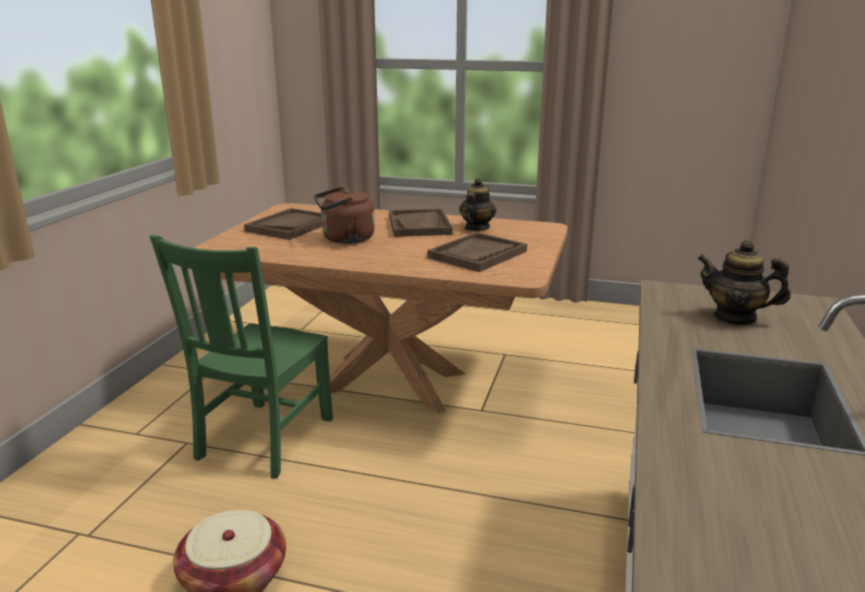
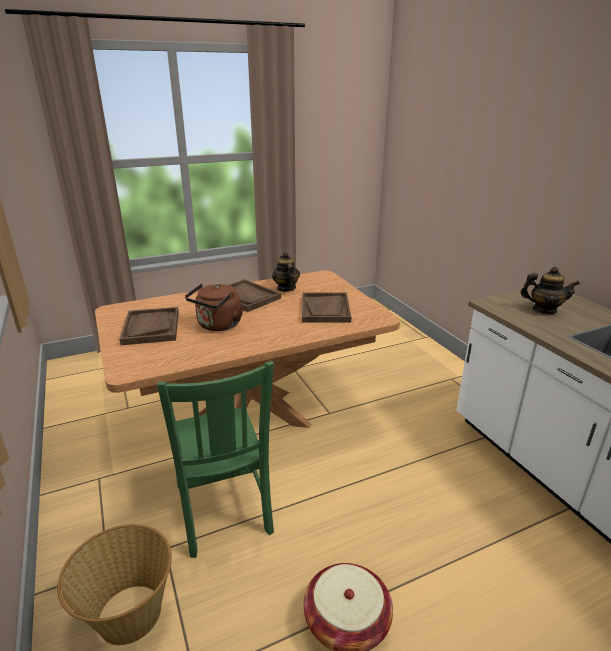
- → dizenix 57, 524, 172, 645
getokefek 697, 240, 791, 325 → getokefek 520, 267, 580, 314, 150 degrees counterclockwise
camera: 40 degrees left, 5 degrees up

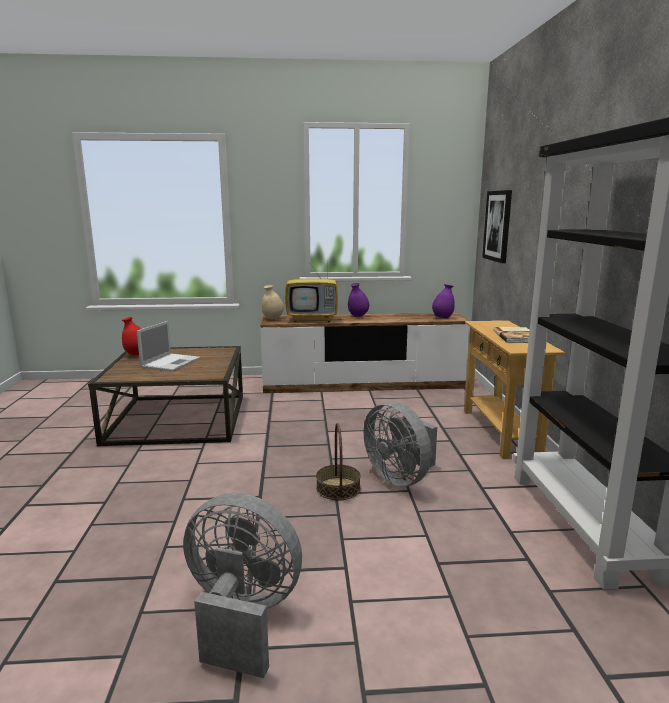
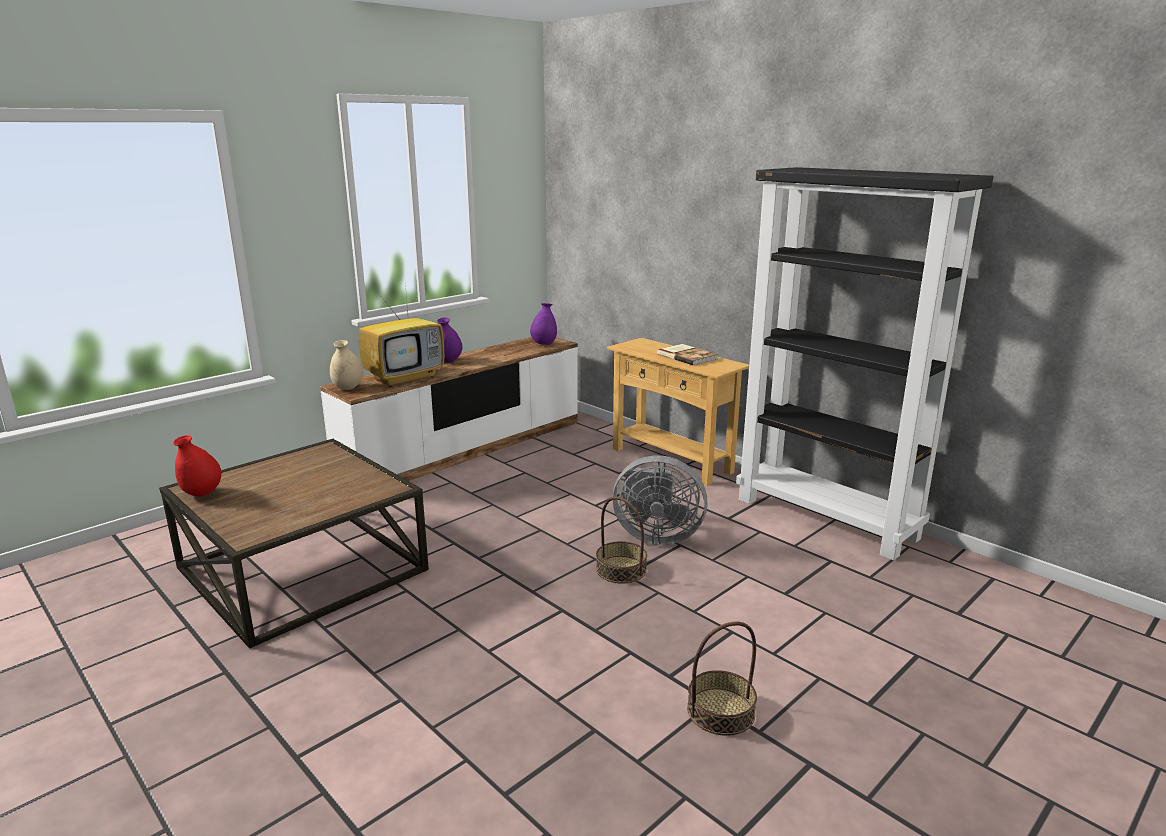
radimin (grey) 183, 493, 302, 678 → dizenix 687, 622, 757, 736
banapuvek 137, 321, 200, 372 → -
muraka 482, 190, 512, 263 → -
camera: 40 degrees left, 5 degrees up

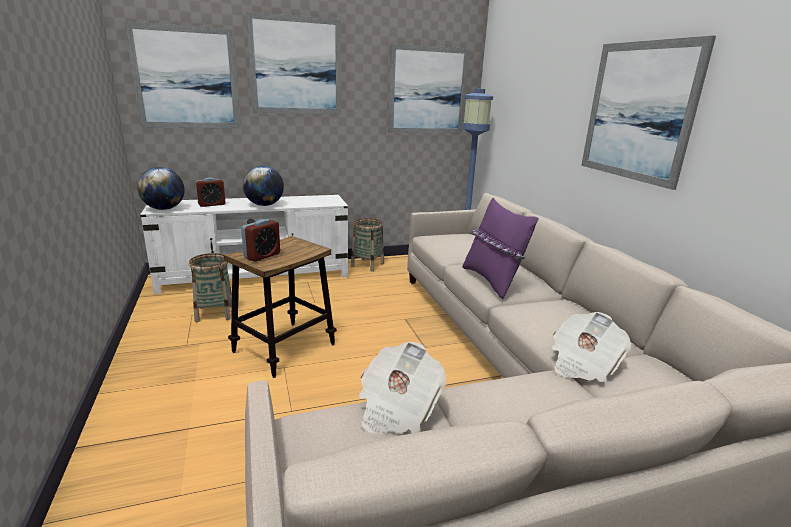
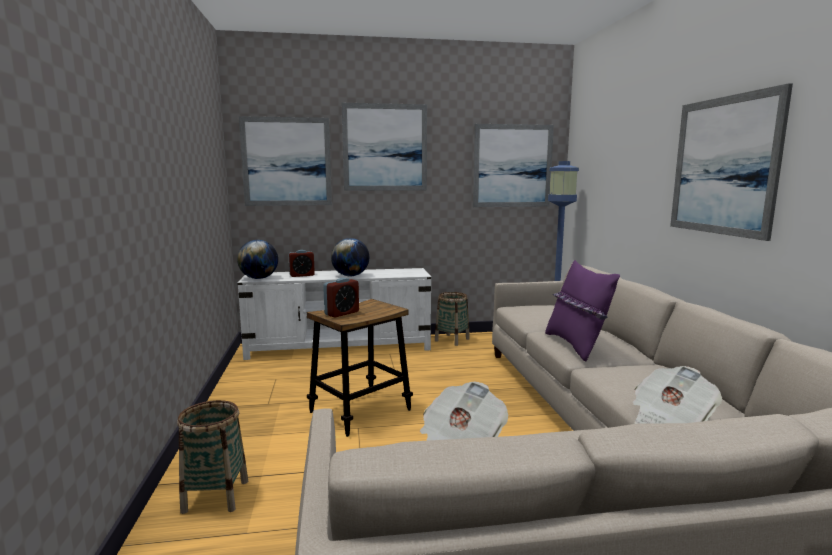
dizenix 189, 253, 232, 322 → dizenix 177, 400, 248, 514, relocated
camera: 10 degrees right, 10 degrees down

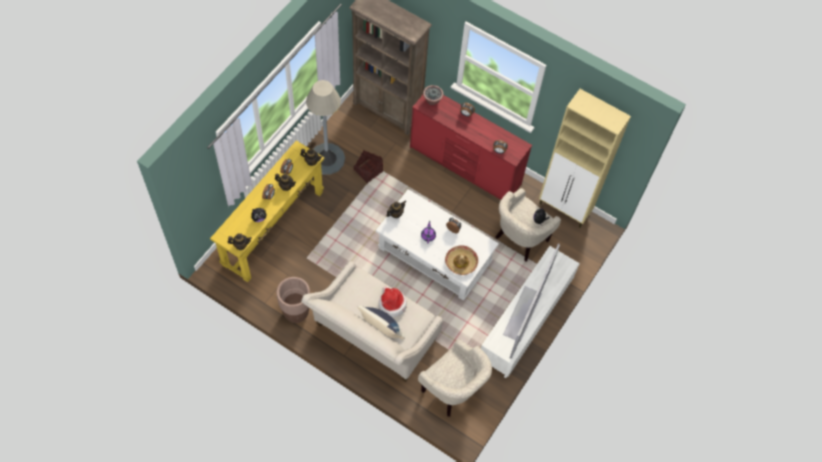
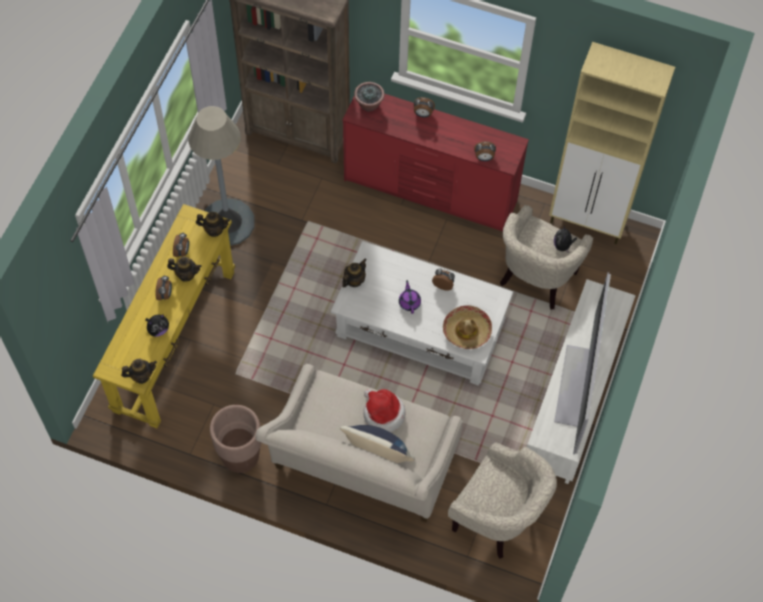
dizenix 354, 150, 383, 184 → -
camera: 10 degrees left, 0 degrees up

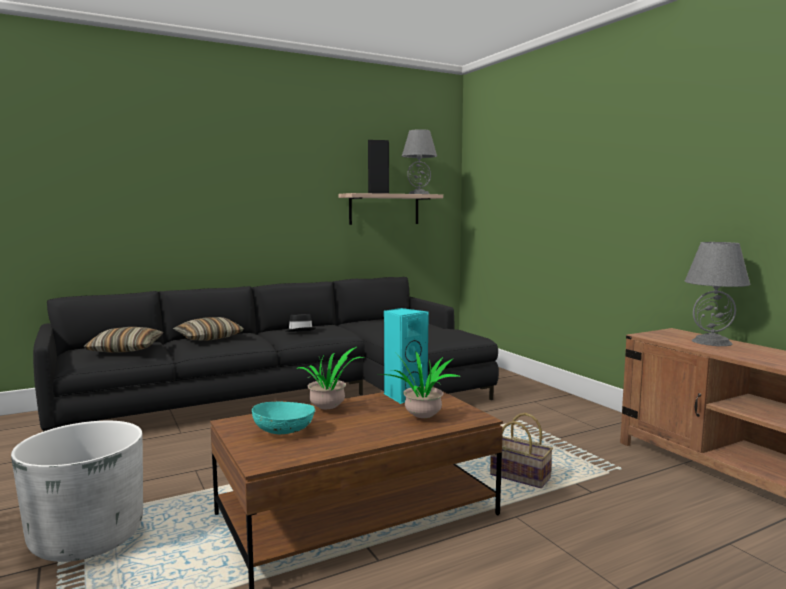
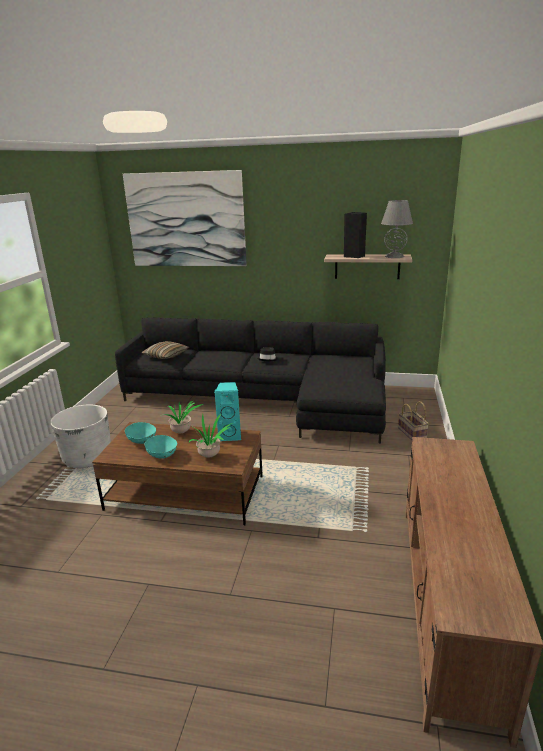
- → muraka 123, 170, 247, 266
- → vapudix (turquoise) 145, 435, 177, 459
dizenix 490, 413, 553, 488 → dizenix 398, 401, 429, 440, relocated
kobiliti 173, 317, 244, 341 → -
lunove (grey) 685, 242, 750, 346 → -
camera: 40 degrees right, 15 degrees up

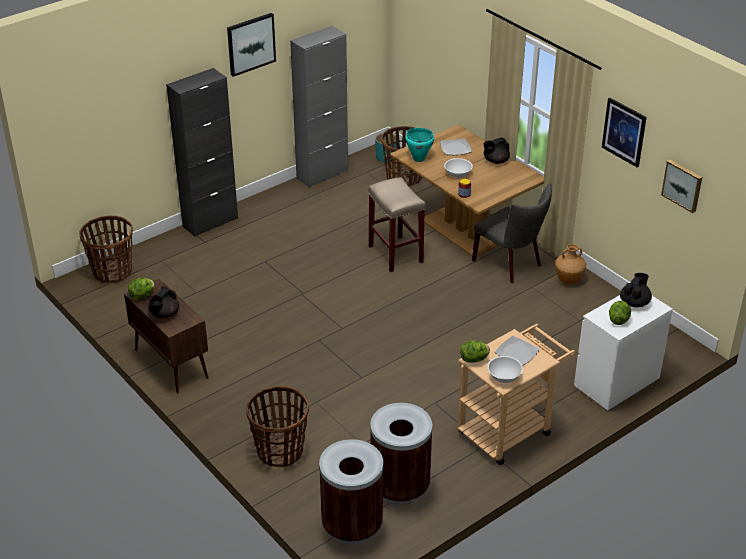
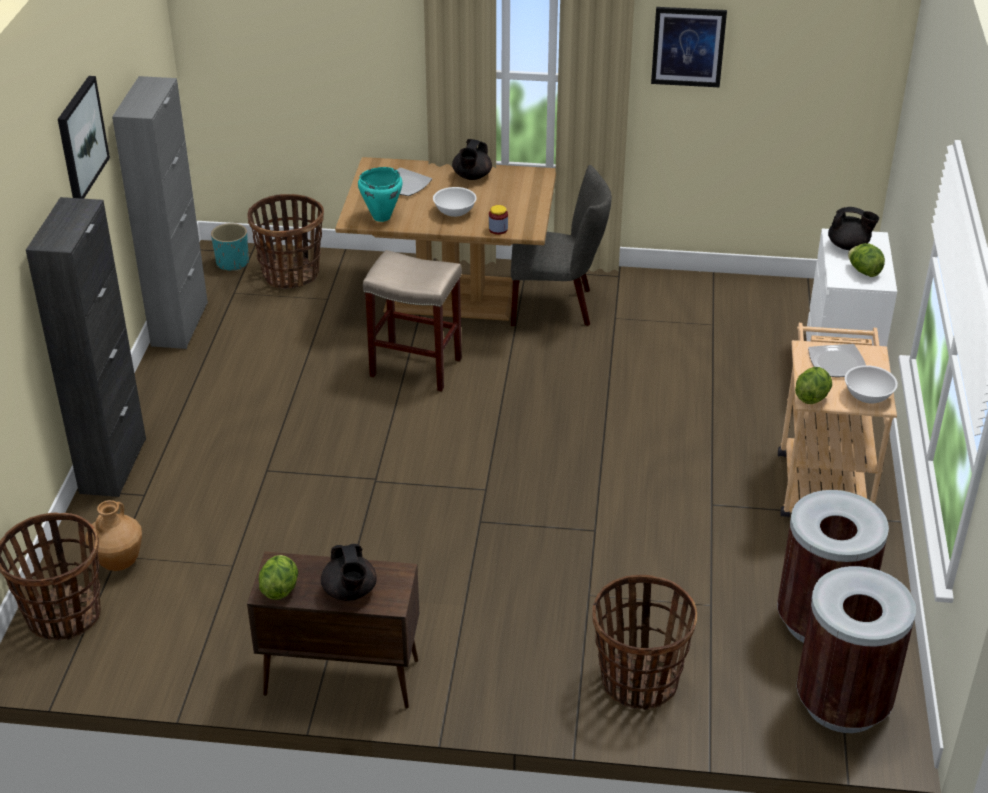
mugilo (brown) 555, 244, 586, 285 → mugilo (brown) 86, 500, 142, 571, relocated
getokefek (black) 620, 273, 652, 308 → getokefek (black) 828, 207, 879, 250, 120 degrees clockwise
muraka 661, 160, 702, 213 → -
camera: 45 degrees left, 0 degrees up

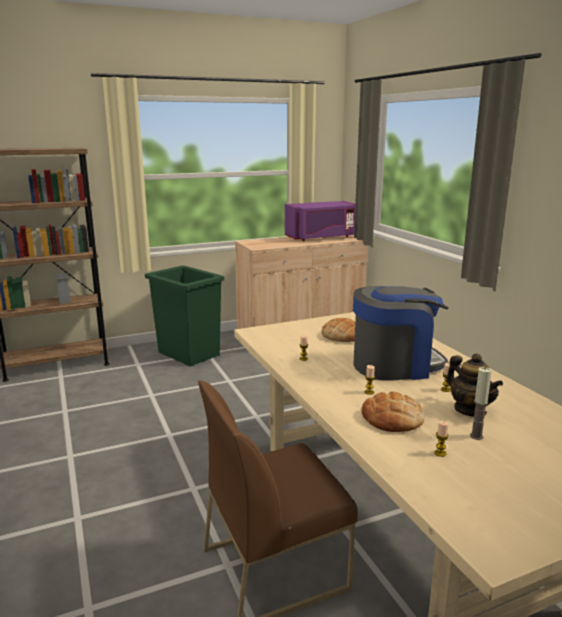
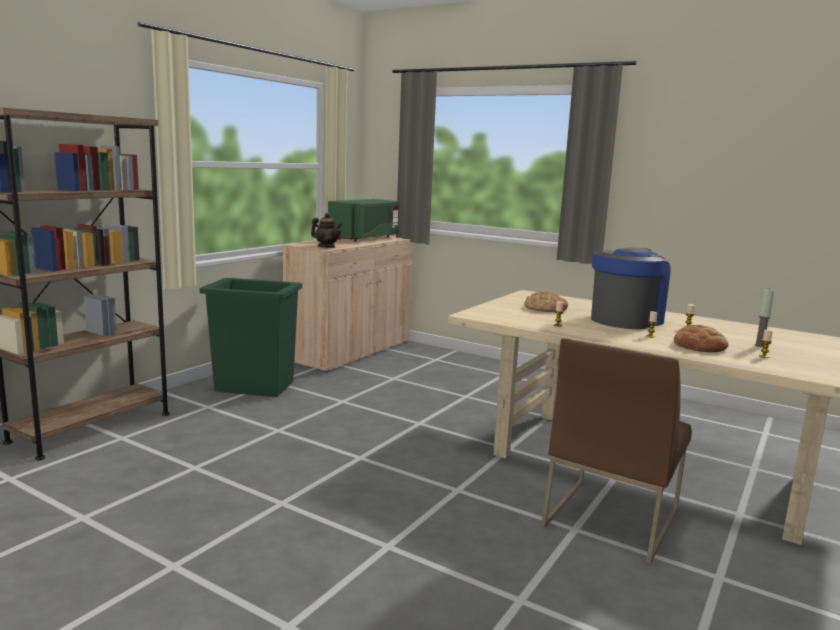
getokefek 447, 353, 503, 417 → getokefek 311, 213, 343, 248, relocated
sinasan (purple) 285, 201, 356, 241 → sinasan (green) 328, 199, 400, 242
camera: 35 degrees left, 5 degrees down

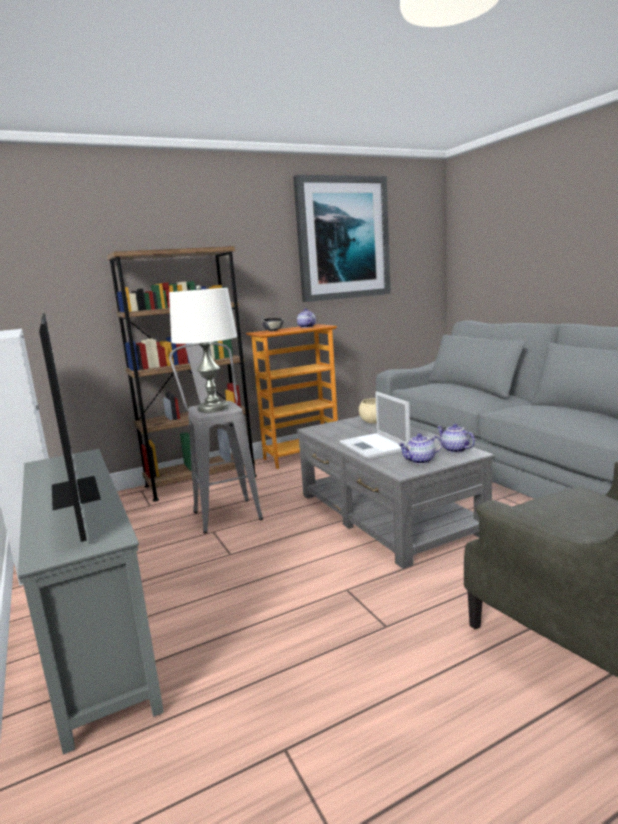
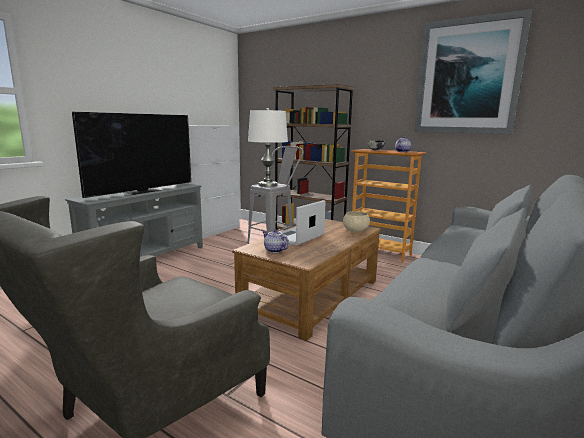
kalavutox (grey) 296, 416, 495, 569 → kalavutox (brown) 232, 219, 381, 341
getokefek 438, 424, 475, 453 → -
camera: 60 degrees right, 0 degrees up

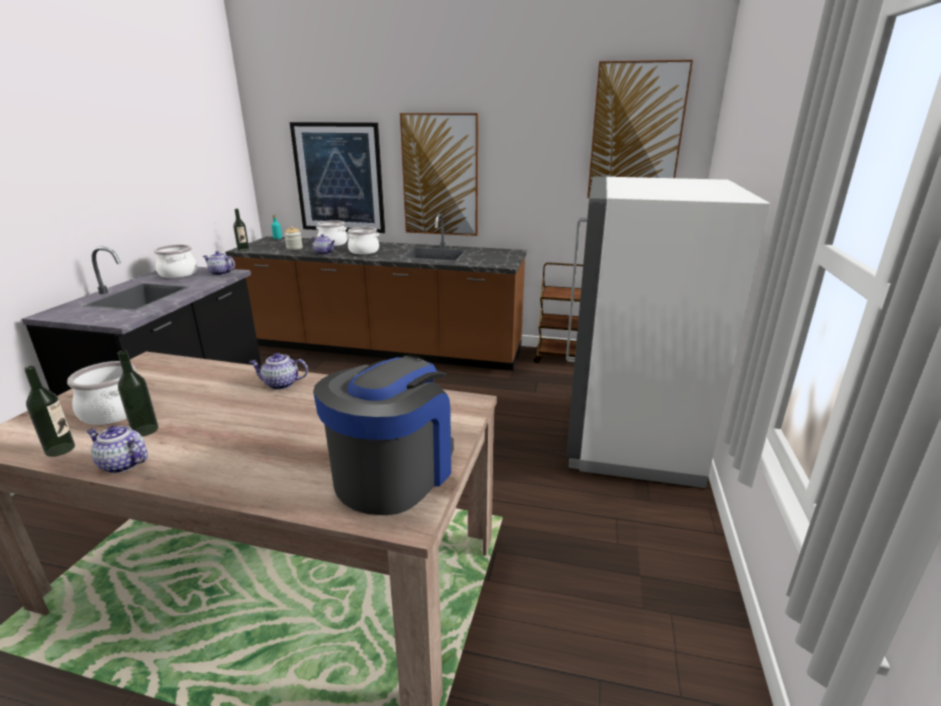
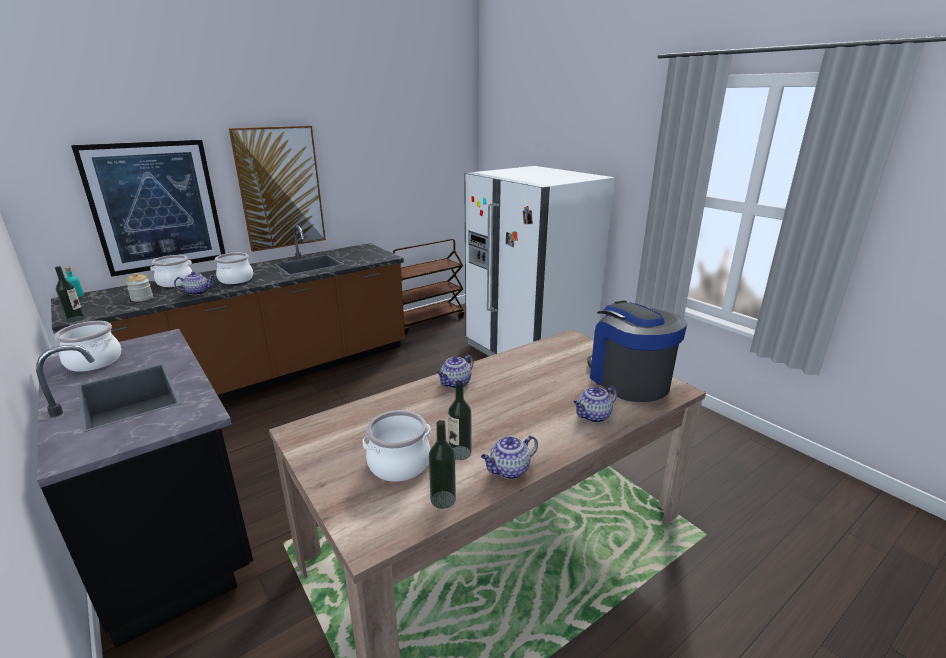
getokefek 203, 251, 235, 275 → getokefek 573, 386, 617, 423, relocated
muraka 587, 60, 693, 198 → -
camera: 50 degrees left, 0 degrees up

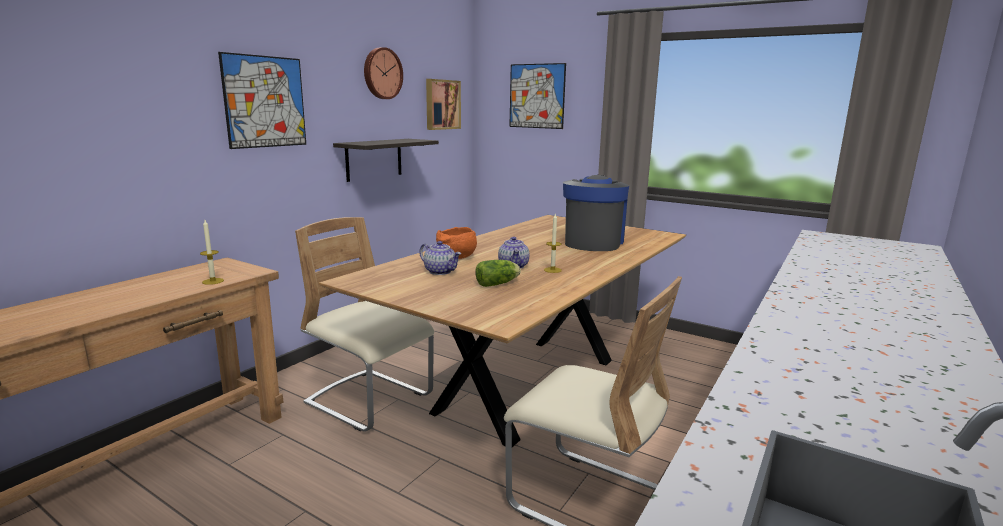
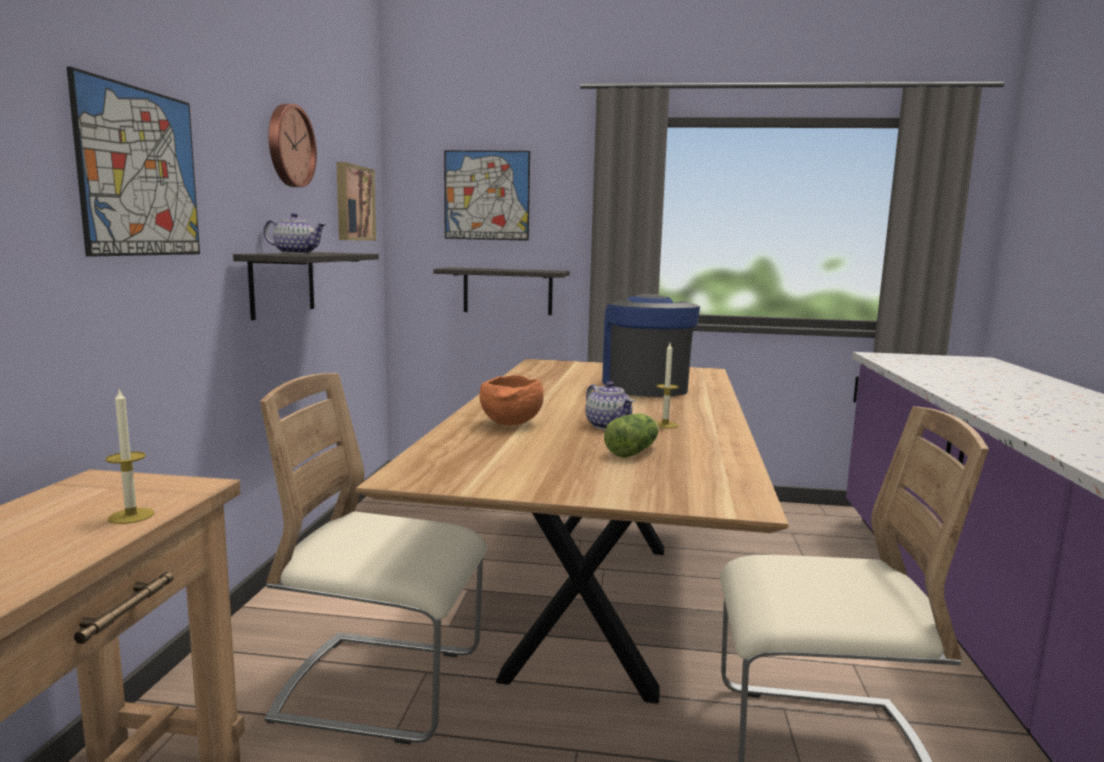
getokefek 419, 241, 461, 275 → getokefek 263, 213, 326, 254, relocated
- → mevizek 433, 267, 570, 315
camera: 25 degrees left, 5 degrees down

